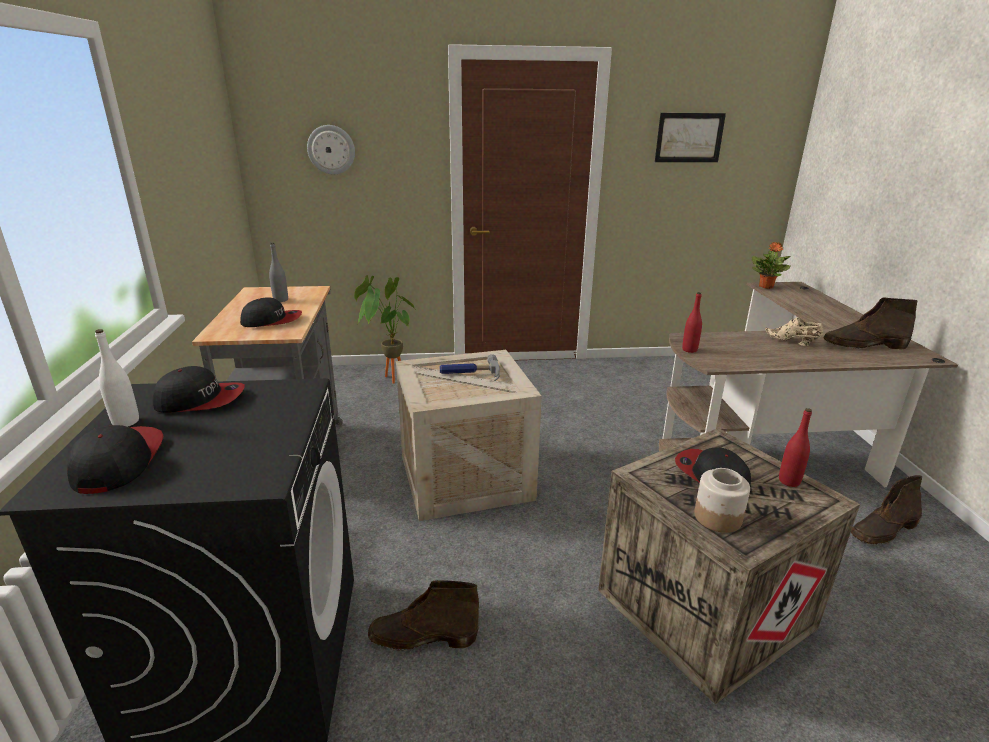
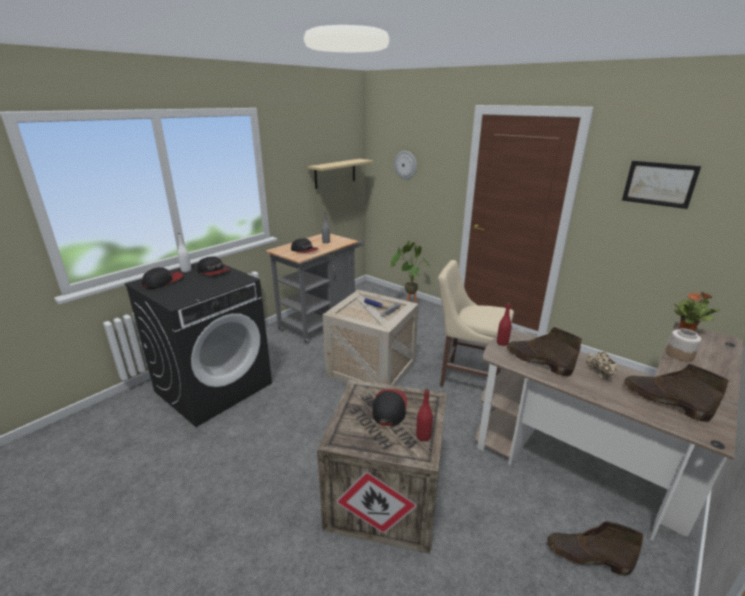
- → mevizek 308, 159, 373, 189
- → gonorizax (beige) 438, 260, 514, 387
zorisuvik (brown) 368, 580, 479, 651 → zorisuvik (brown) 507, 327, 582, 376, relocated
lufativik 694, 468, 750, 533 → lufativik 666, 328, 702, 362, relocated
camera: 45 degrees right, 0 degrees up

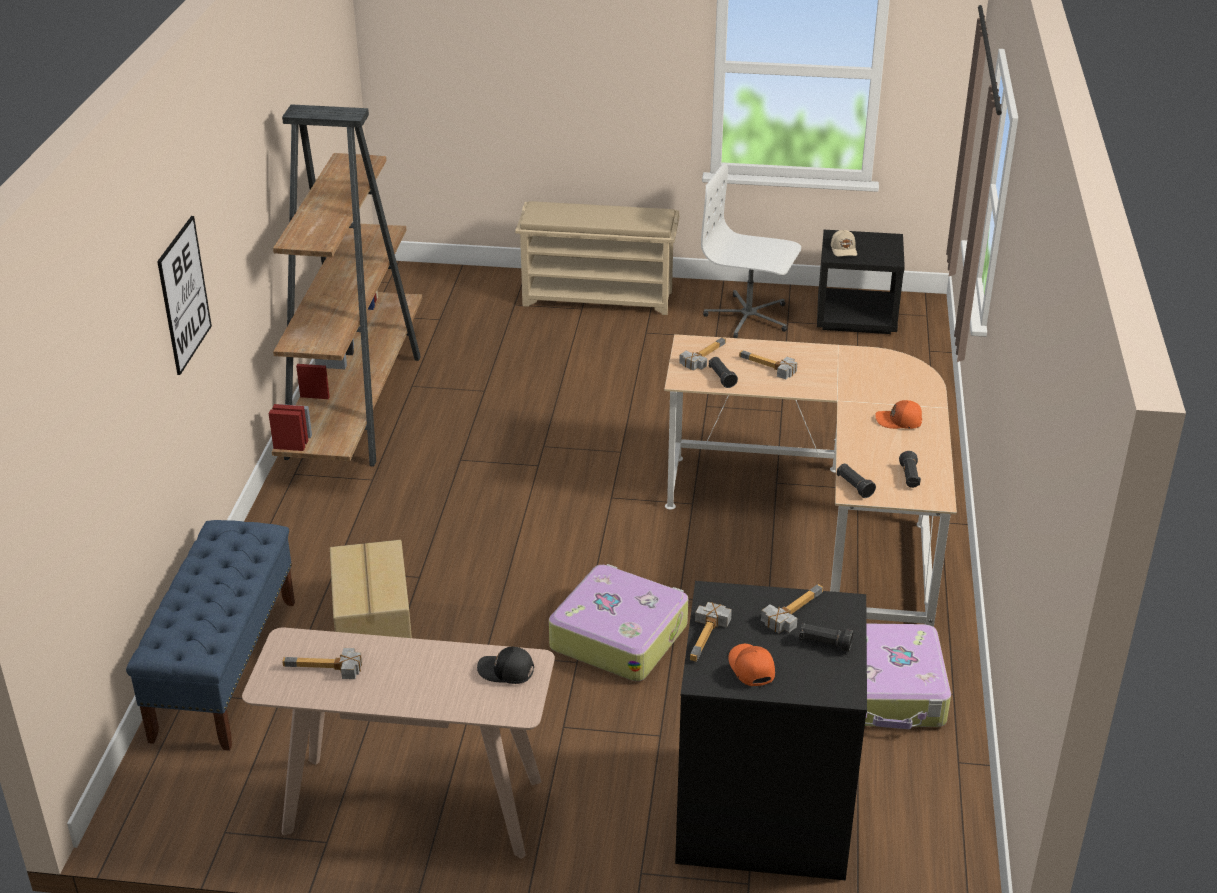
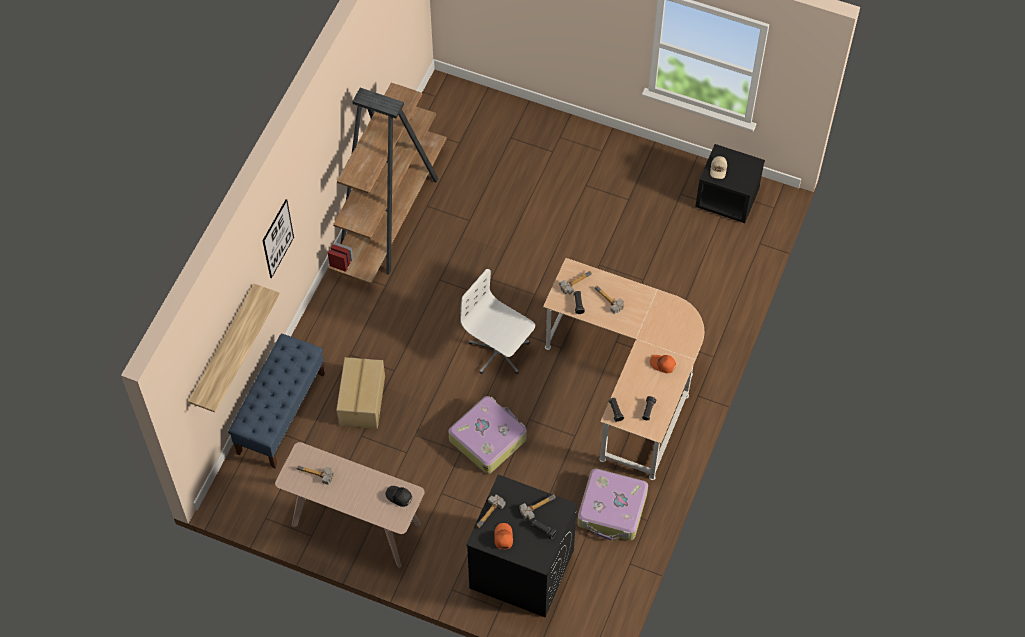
- → mevizek 188, 284, 280, 412
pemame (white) 701, 163, 801, 338 → pemame (white) 460, 269, 535, 374, relocated
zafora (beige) 515, 201, 680, 315 → -
camera: 15 degrees right, 25 degrees up

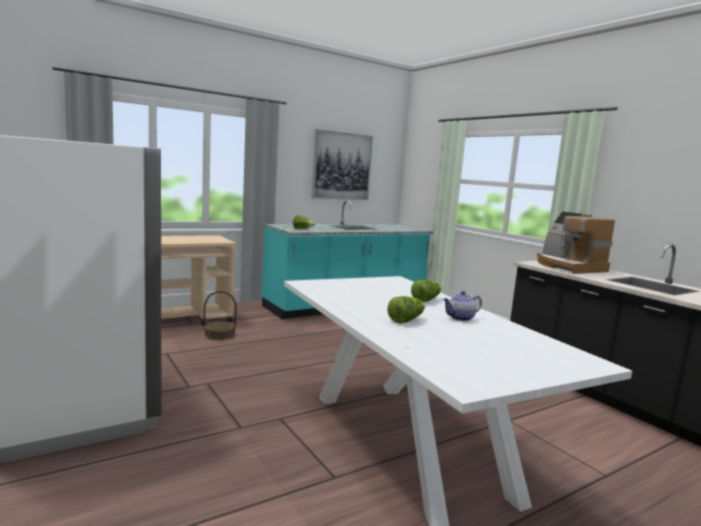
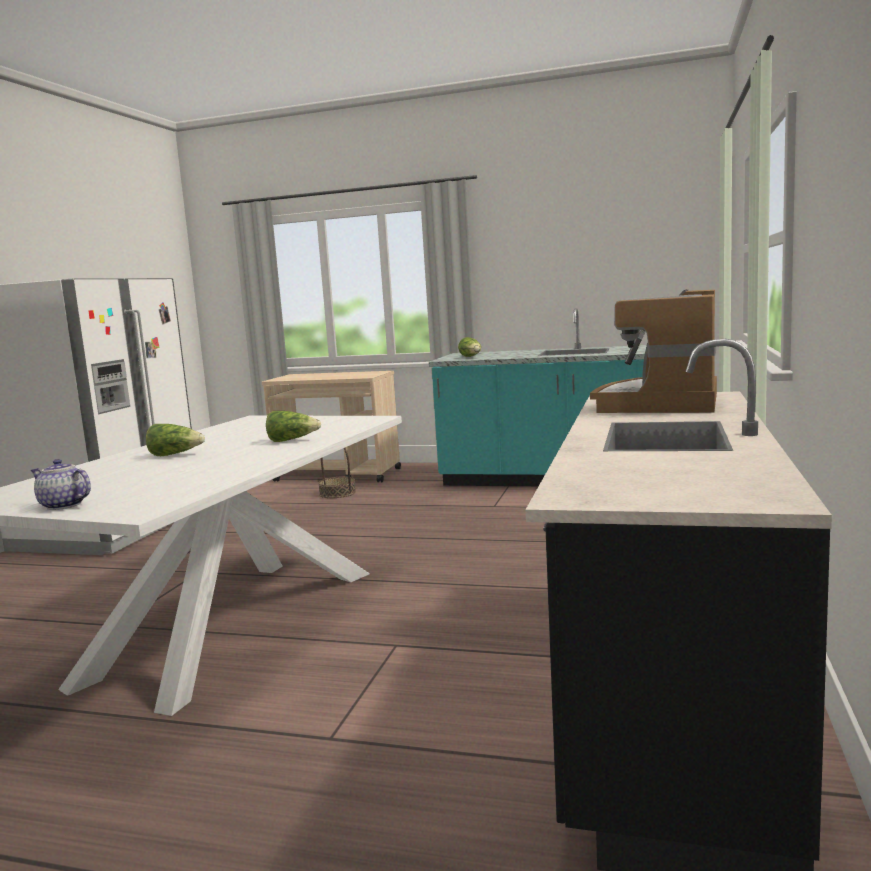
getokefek 443, 291, 482, 321 → getokefek 30, 459, 91, 510, relocated
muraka 312, 129, 373, 200 → -
camera: 50 degrees right, 0 degrees up

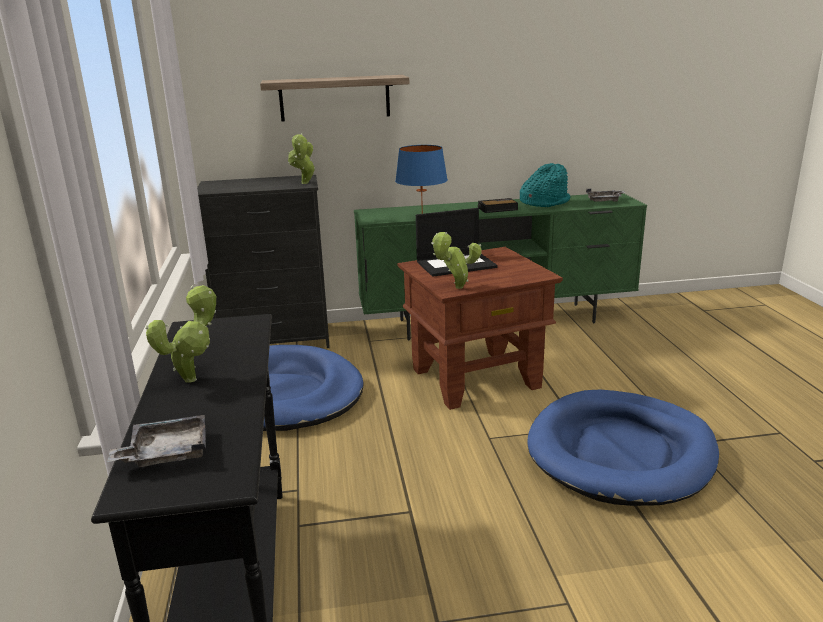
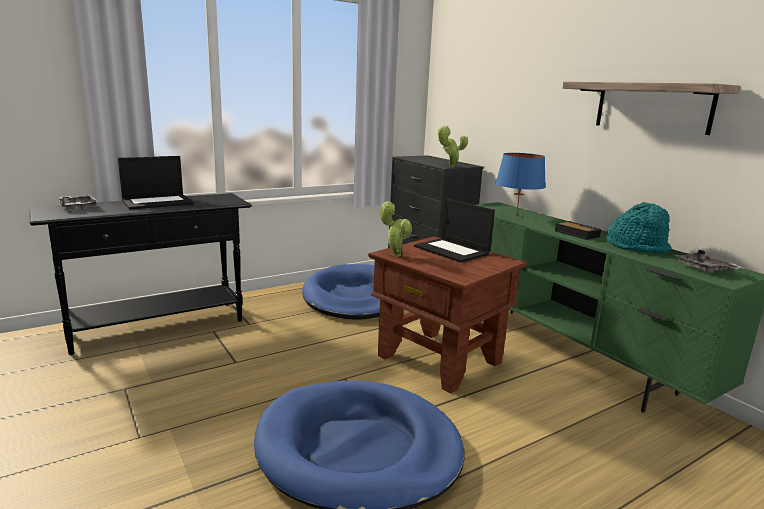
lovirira 145, 285, 216, 383 → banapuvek 118, 156, 194, 210
mevizek 260, 75, 409, 122 → mevizek 563, 82, 741, 135, relocated
camera: 65 degrees right, 5 degrees down

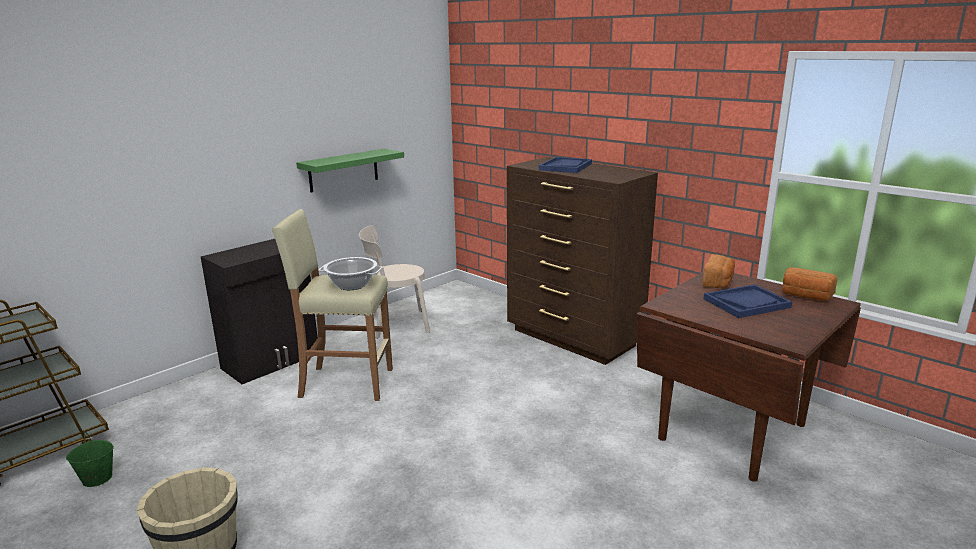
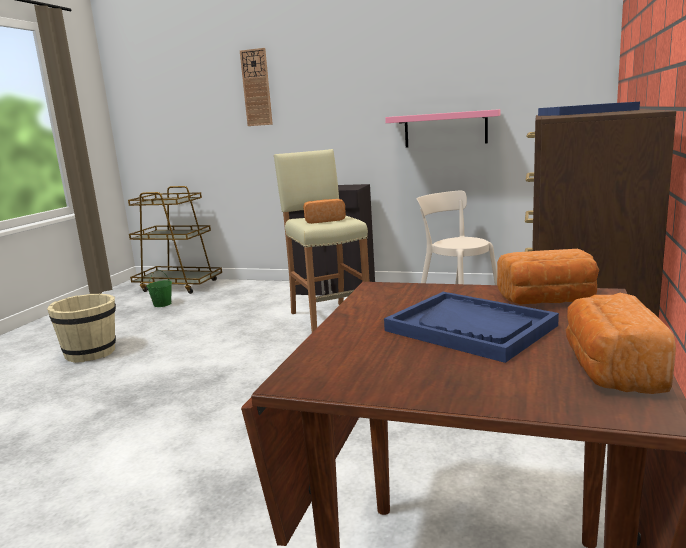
- → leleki 240, 48, 273, 126
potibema 319, 257, 383, 290 → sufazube 303, 199, 346, 224
mevizek (green) 296, 149, 404, 192 → mevizek (pink) 385, 109, 500, 148
camera: 65 degrees right, 5 degrees down

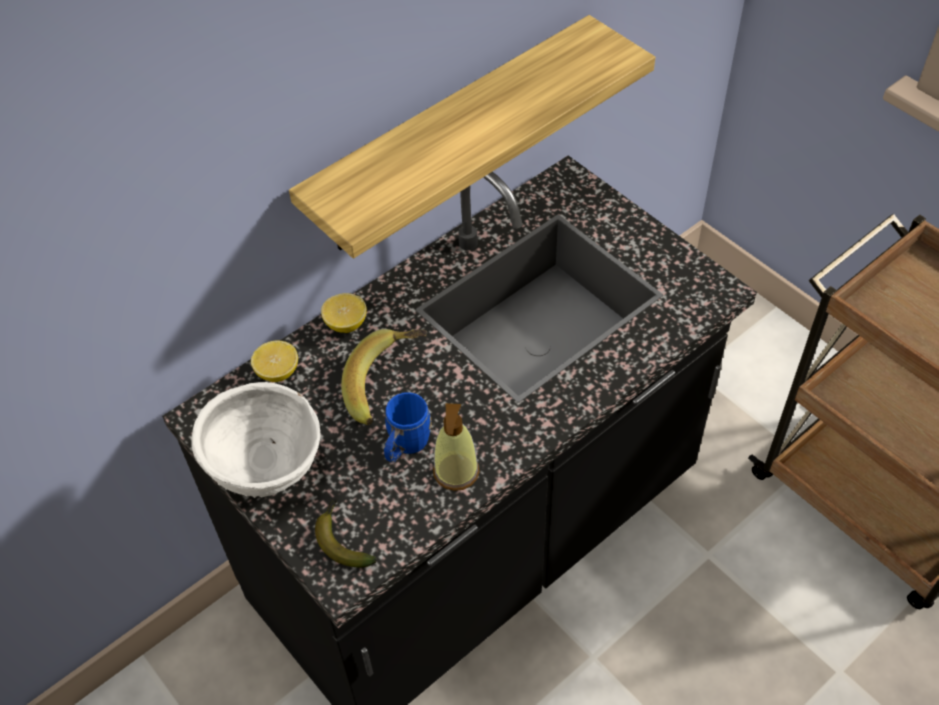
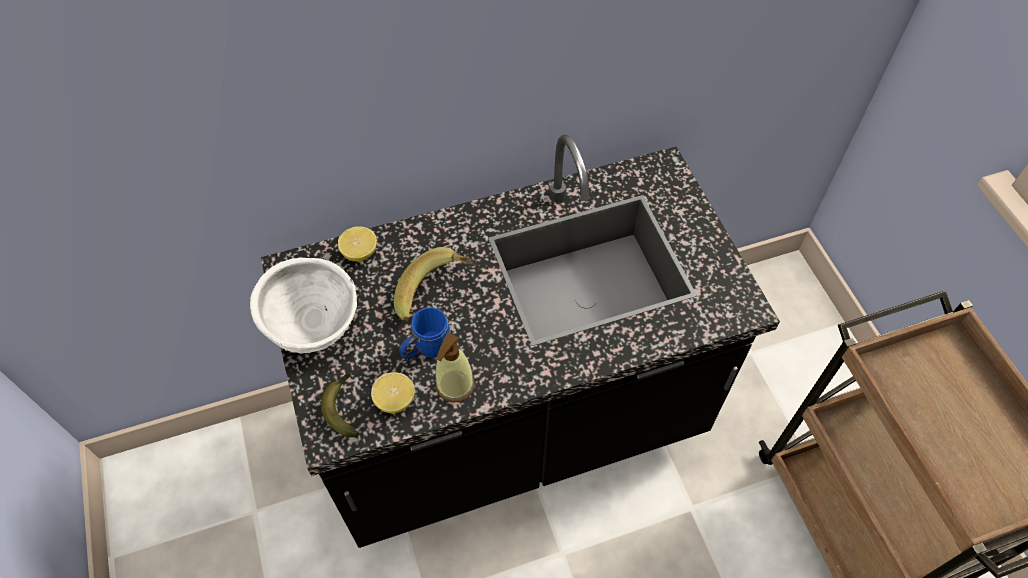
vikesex 321, 293, 367, 333 → vikesex 371, 372, 415, 413, relocated
mevizek 289, 15, 655, 258 → -
camera: 20 degrees right, 5 degrees up

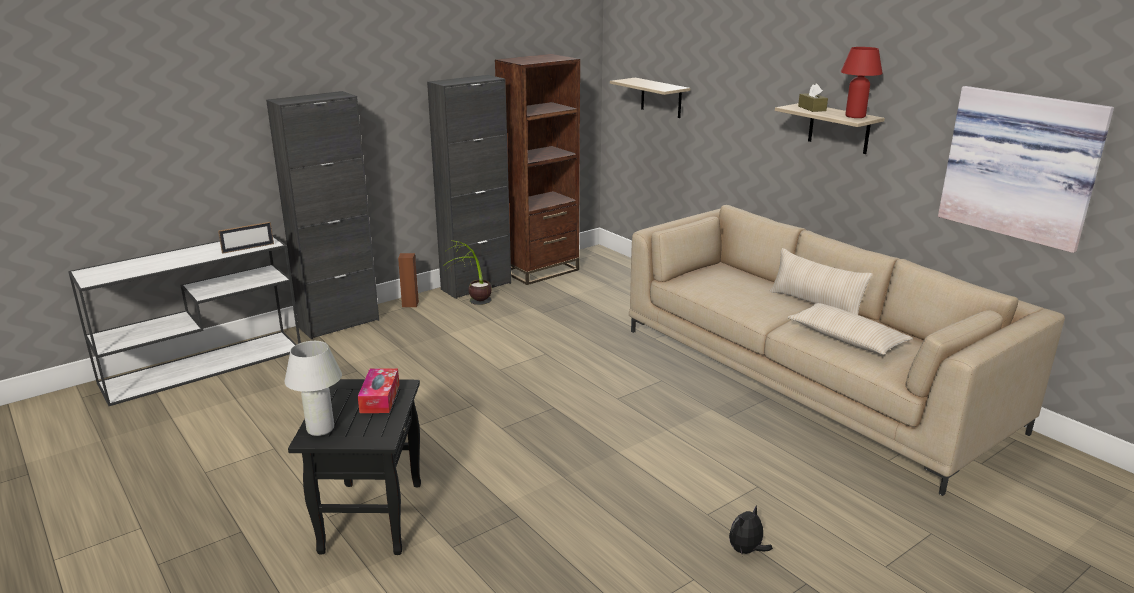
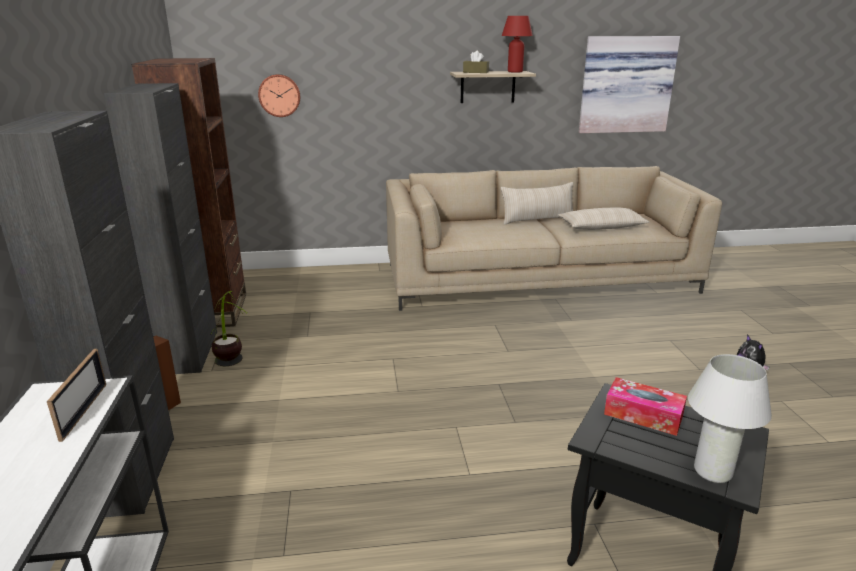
mevizek 610, 78, 690, 118 → leleki 258, 74, 300, 117
camera: 60 degrees left, 0 degrees up

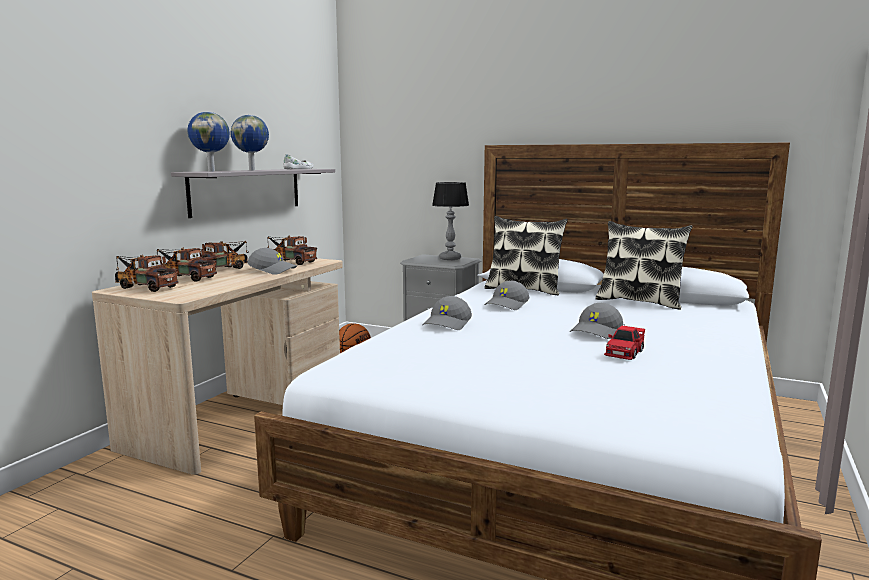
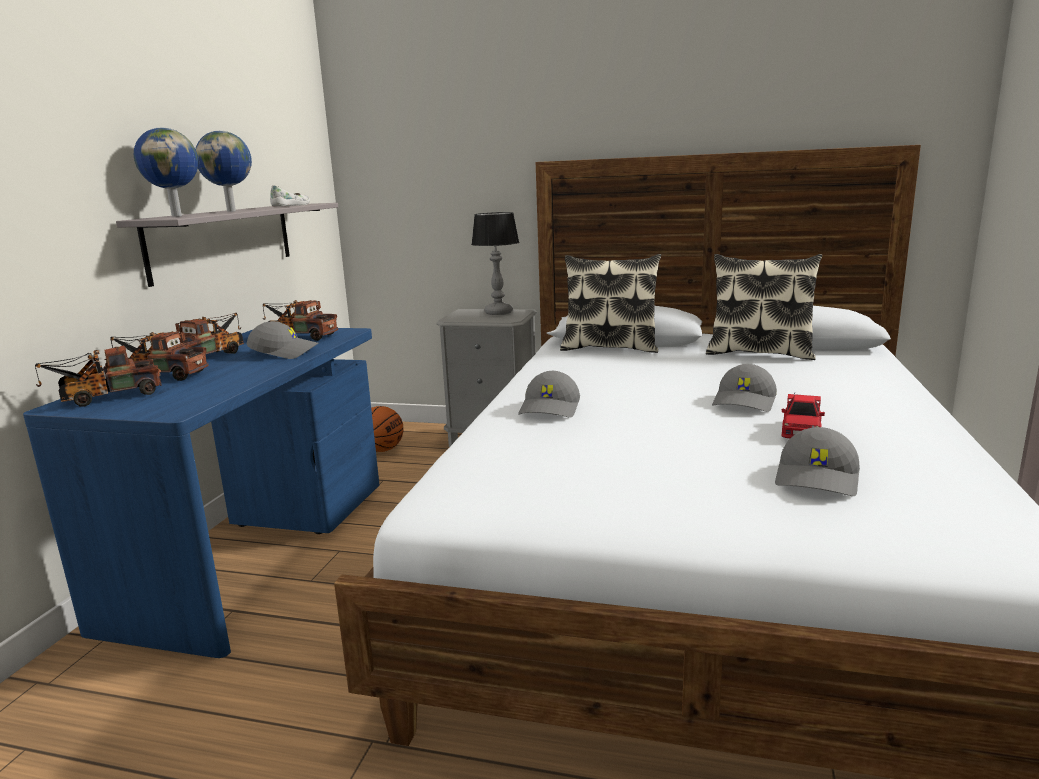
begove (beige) 92, 258, 343, 475 → begove (blue) 23, 328, 379, 658
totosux 115, 255, 179, 292 → totosux 35, 346, 162, 407, 45 degrees counterclockwise
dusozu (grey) 484, 281, 529, 310 → dusozu (grey) 775, 427, 860, 496, relocated
camera: 10 degrees left, 5 degrees up

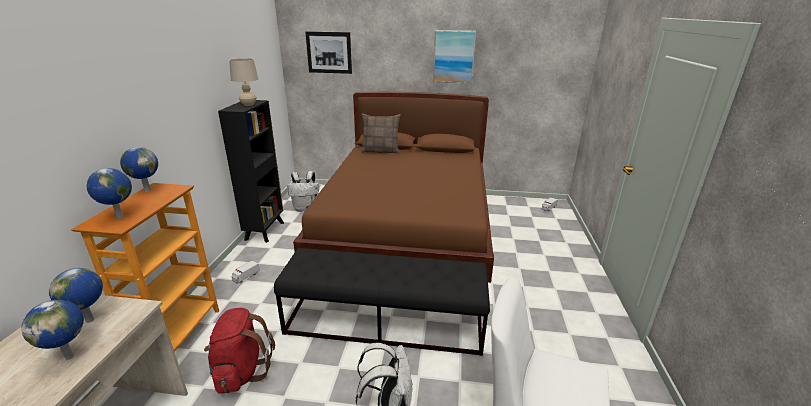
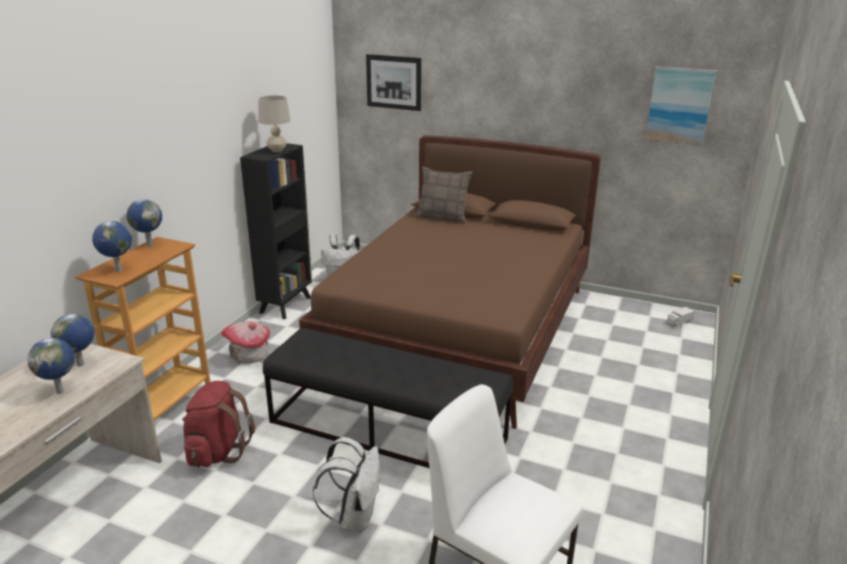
totosux 232, 261, 260, 284 → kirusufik 221, 321, 270, 364
muraka 433, 30, 476, 83 → muraka 644, 66, 718, 145, relocated
camera: 15 degrees right, 0 degrees up

